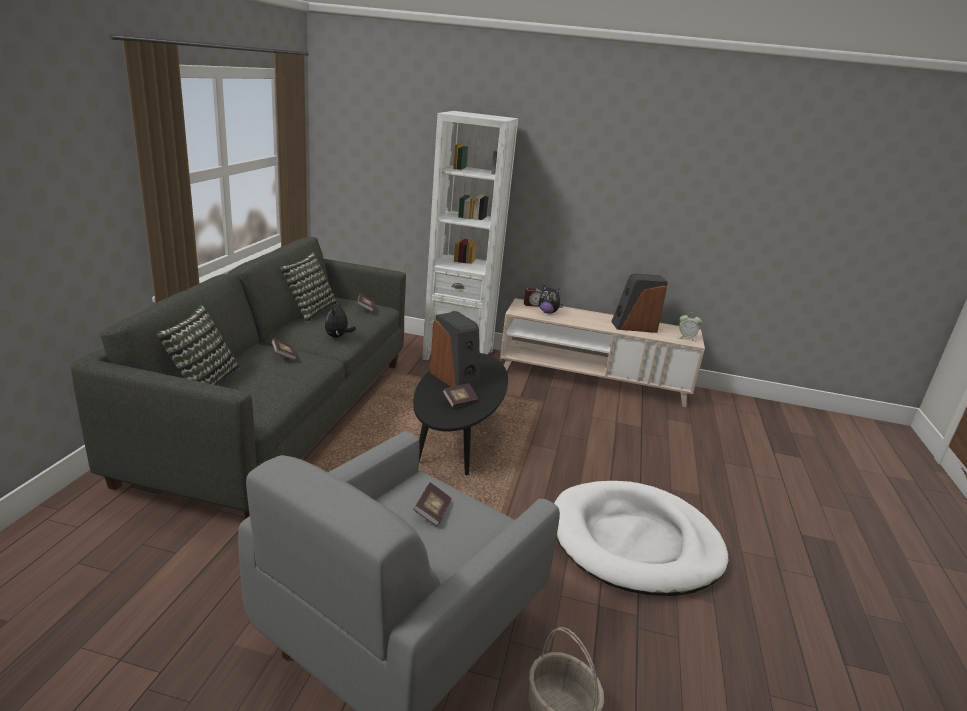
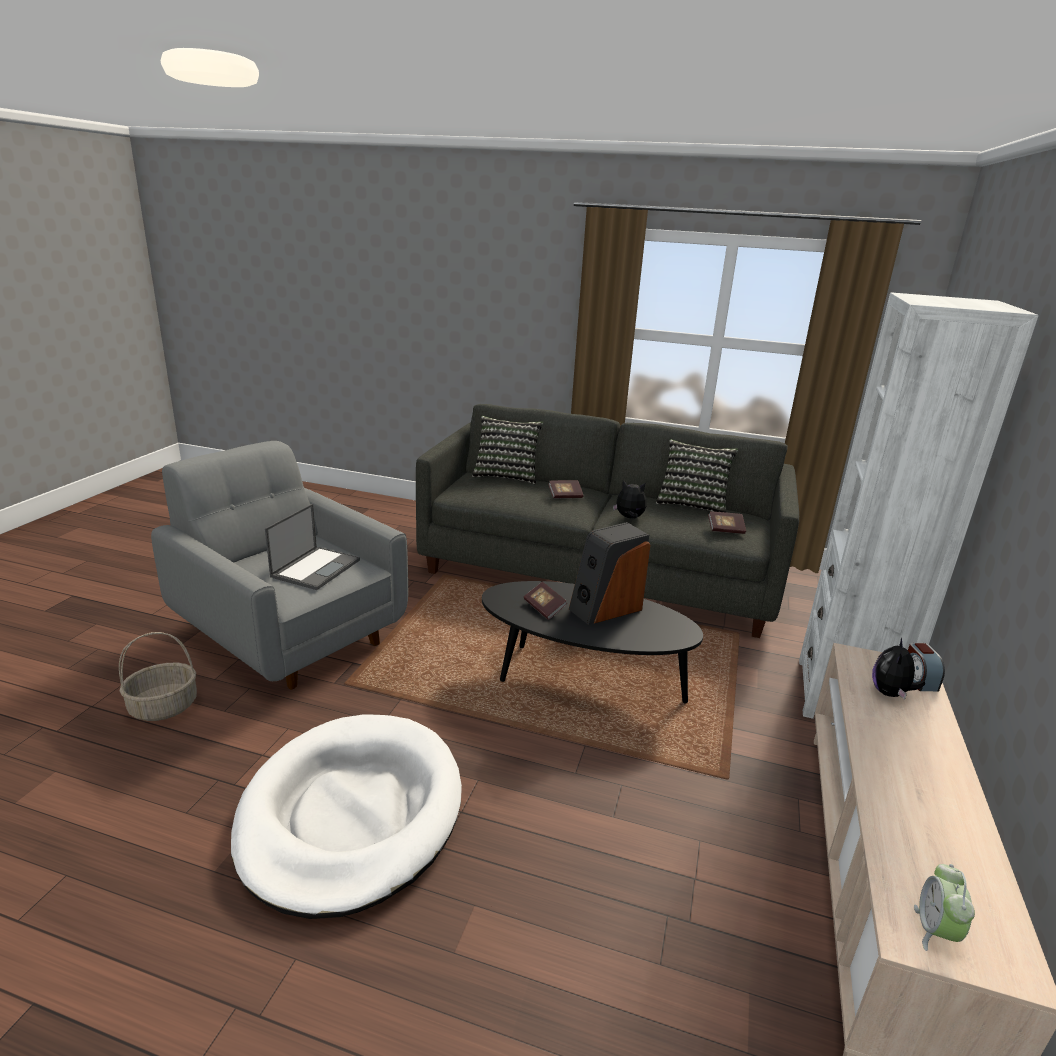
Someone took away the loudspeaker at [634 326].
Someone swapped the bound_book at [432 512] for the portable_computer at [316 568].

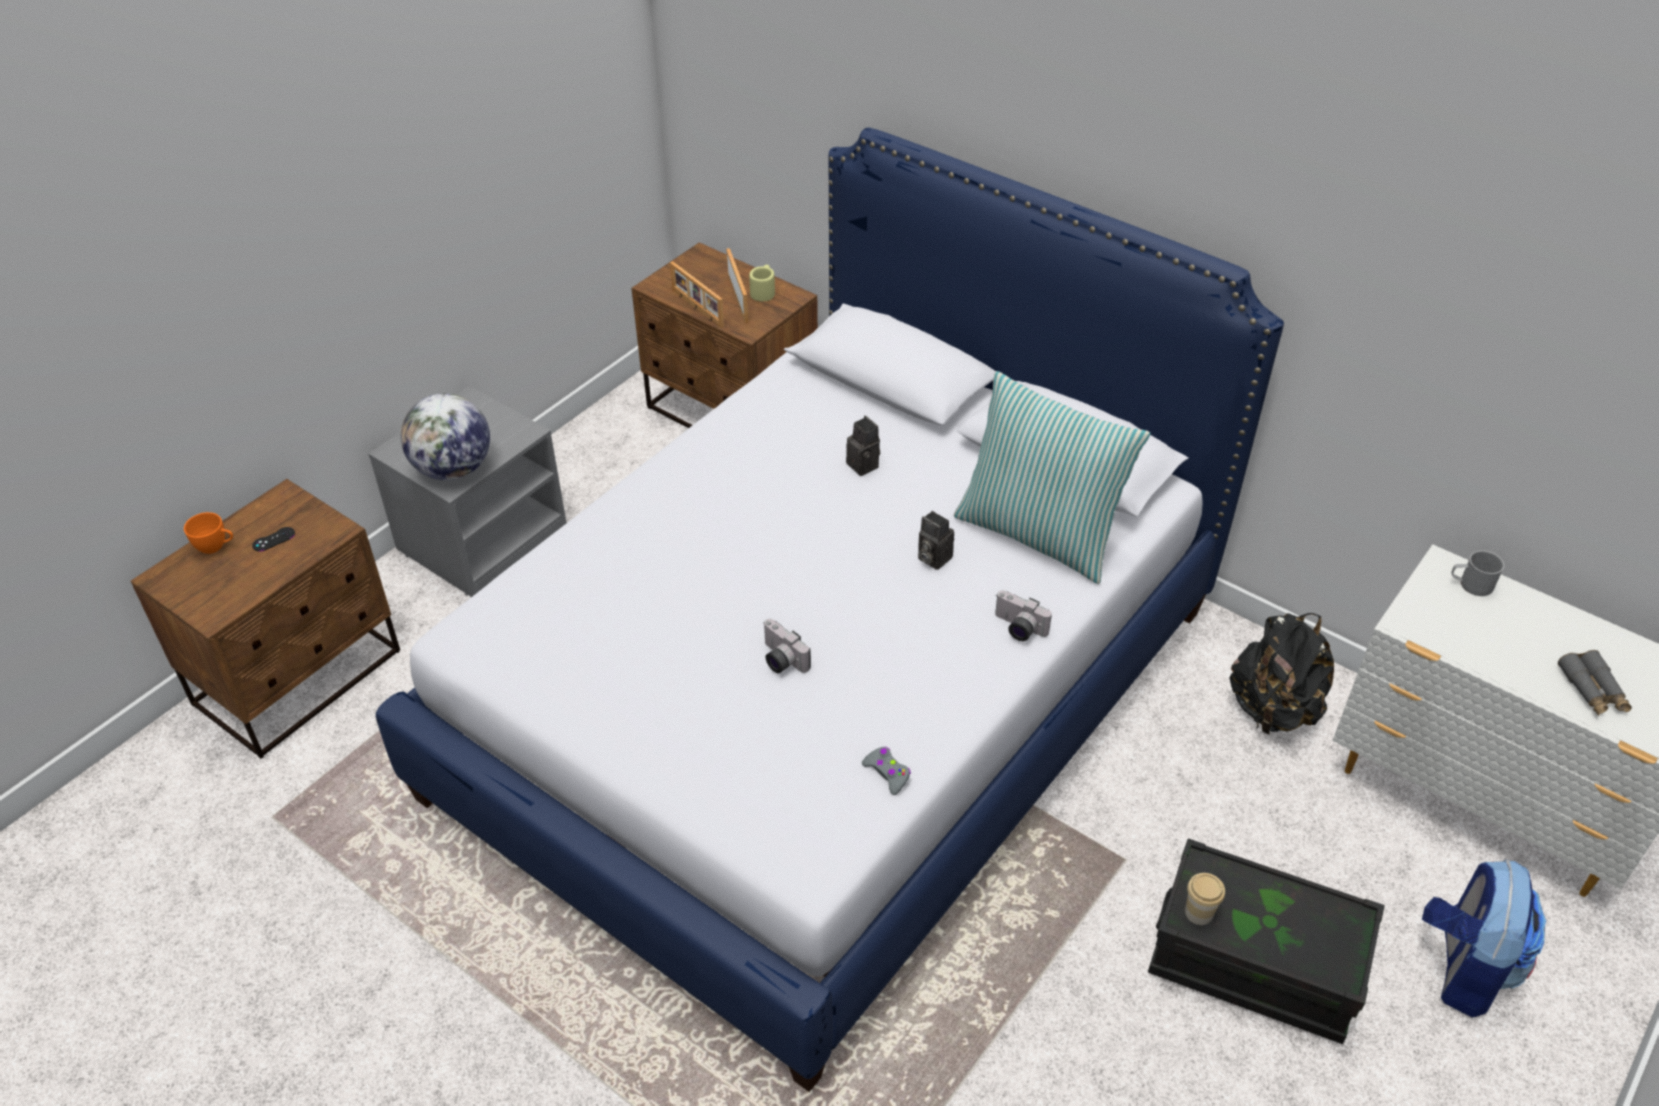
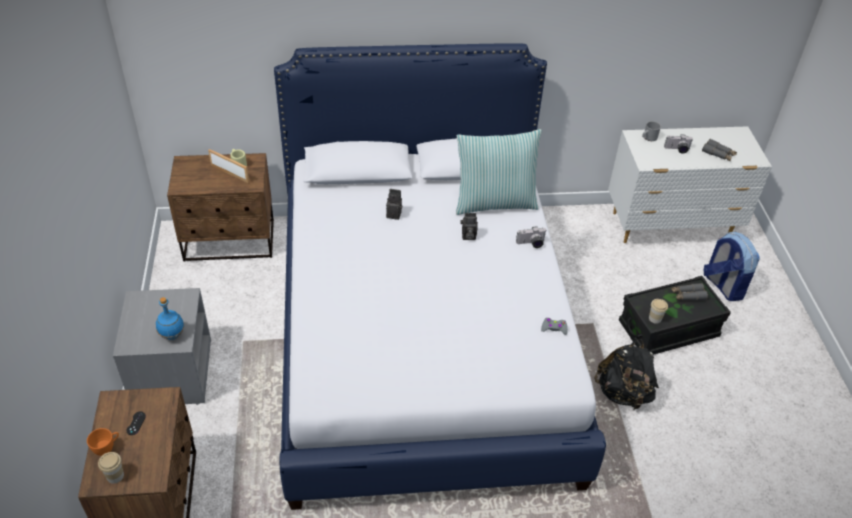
Someone took away the picture_frame at [696 308].
Someone put down the small_cup at [115 476].
Someone put down the grey_field_glasses at [687 295].
Someone carried the photo_camera from [780 660] to [677 150].
Someone carried the blackish_backpack from [1273 709] to [623 393].
Someone swapped the world_globe at [453 469] for the blue-coloured_drink_bottle at [172 335].

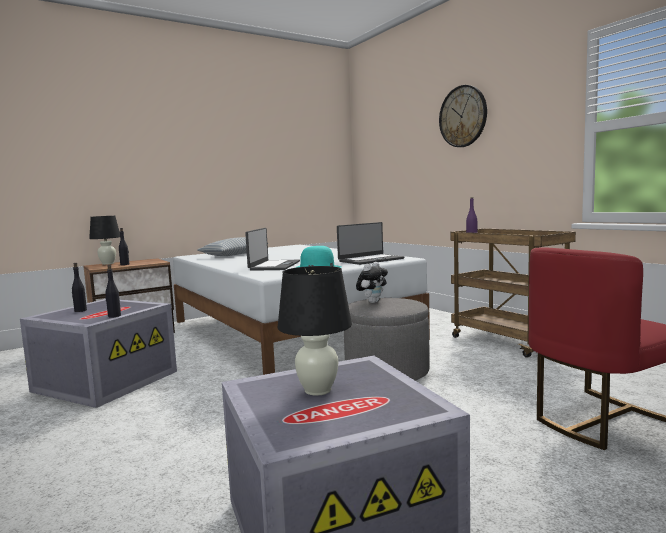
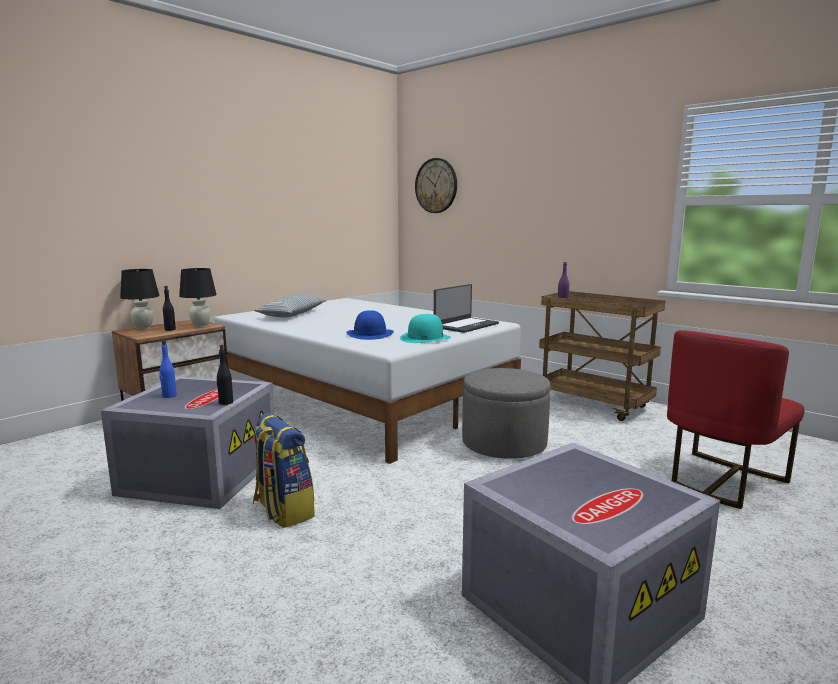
Someone took away the plush_toy at [372 302].
Someone put down the backpack at [282 510].
Someone carried the blackish_lamp_for_a_table from [317 390] to [200 326].
Someone carried the hanging_clock from [463 116] to [436 185].
Someone swapped the portable_computer at [274 266] for the blue-coloured_clothing_hat at [370 334].
Someone repainted the blackish_drink_bottle at [80 310], which became the blue-coloured_drink_bottle at [169 396].

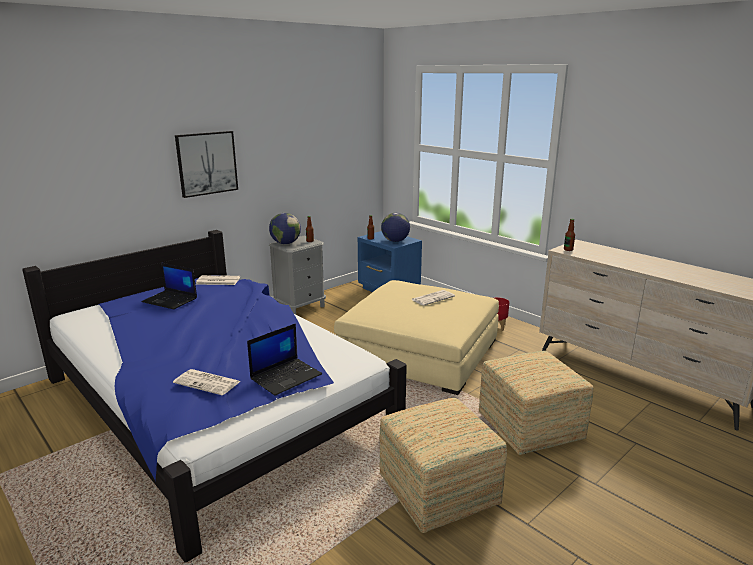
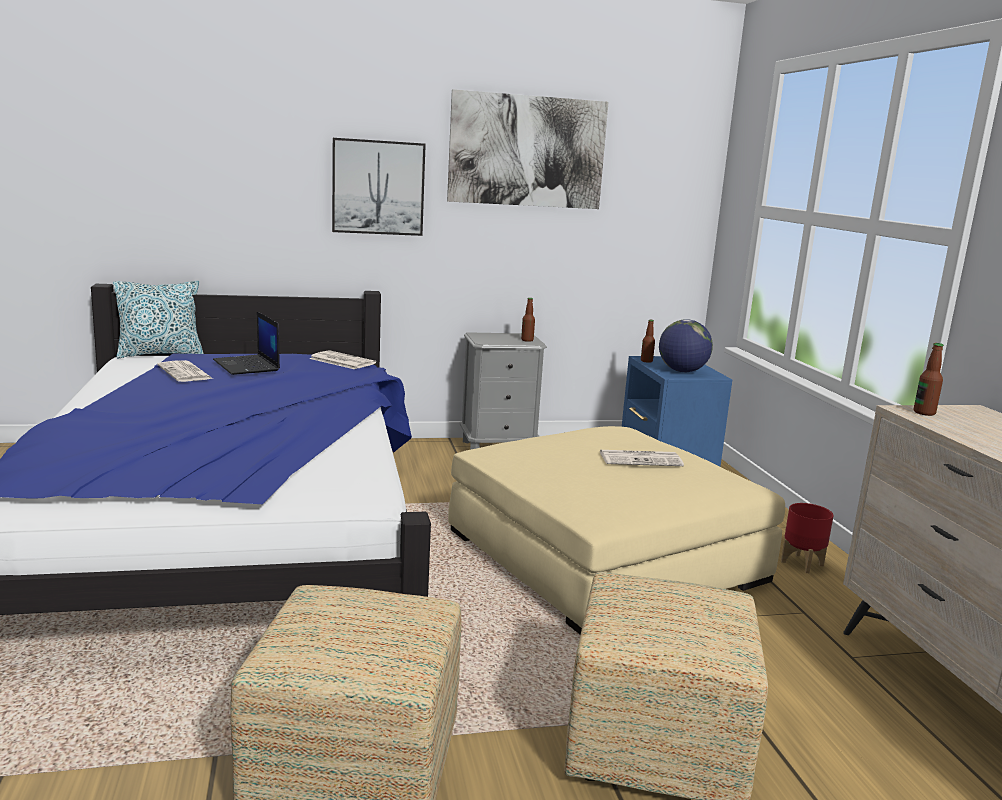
Someone took away the portable_computer at [286 376].
Someone took away the world_globe at [285 243].
Someone put down the cushion at [160 354].
Someone put up the wall_picture at [527 151].
Someone carried the daily_paper from [208 382] to [186 373].

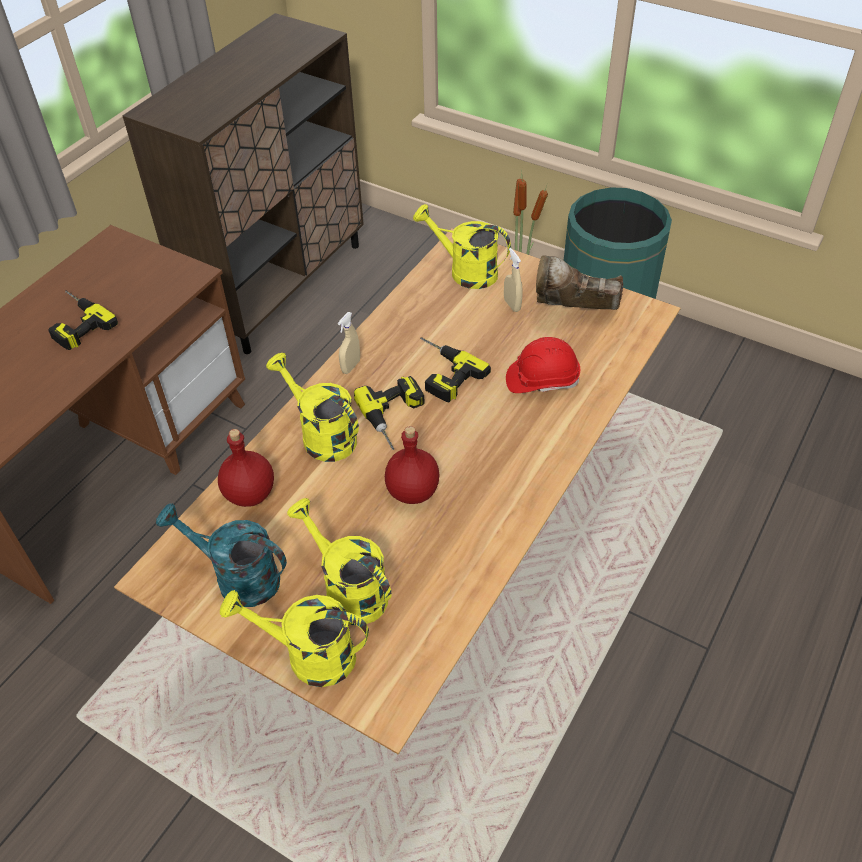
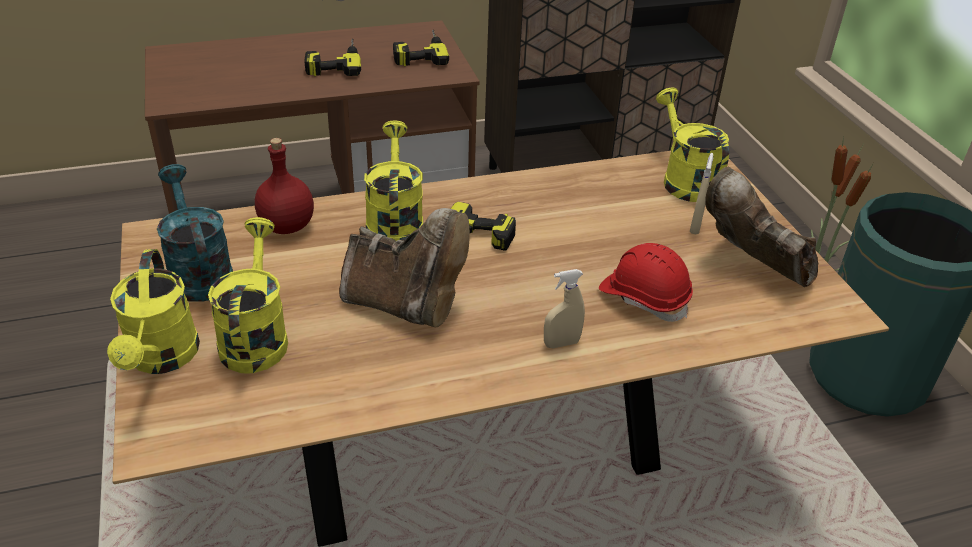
Someone carried the sand-coloured_spray_bottle from [351 366] to [561 343].
Someone carried the drill from [440 372] to [419 52].
Someone swapped the red-coloured_drink_bottle at [413 492] for the brown-coloured_high-top_boot at [406 306].
Someone rotated the yellow_sprinkling_can at [309 656] by 150 degrees counterclockwise.

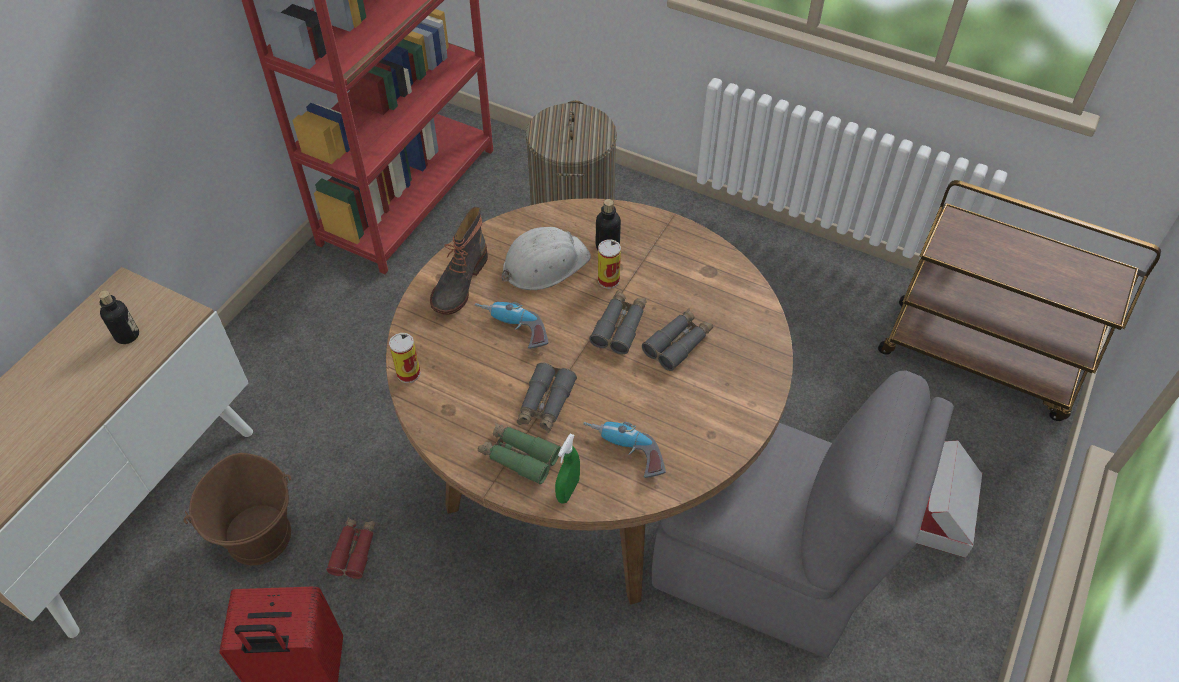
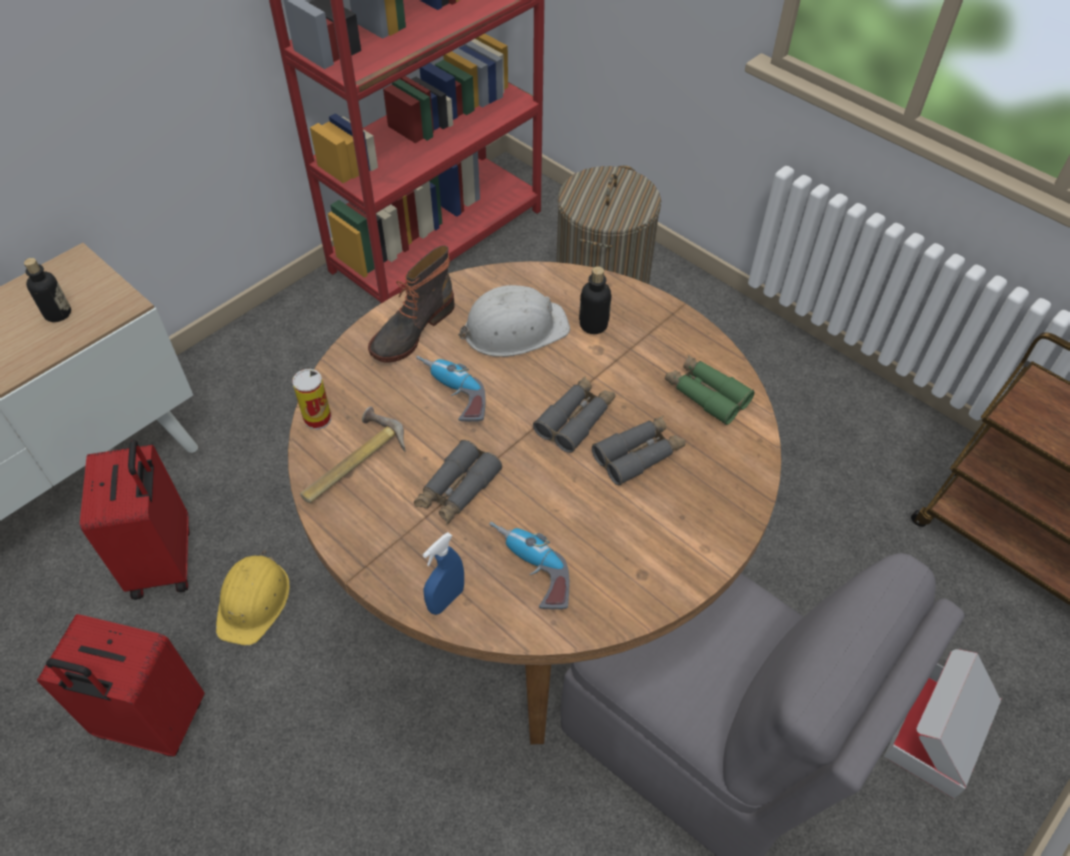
Someone took away the metal_can at [608 280].
Someone put down the hammer at [351 462].
Someone carried the green_field_glasses from [519 456] to [706 394].
Someone swapped the brown-coloured_water_bucket at [260 536] for the red-coloured_travel_case at [165 561].
Someone swapped the red-coloured_field_glasses at [354 550] for the yellow_hard_hat at [254 601].
Someone repainted the green_spray_bottle at [568 490], which became the blue-coloured_spray_bottle at [446 600].

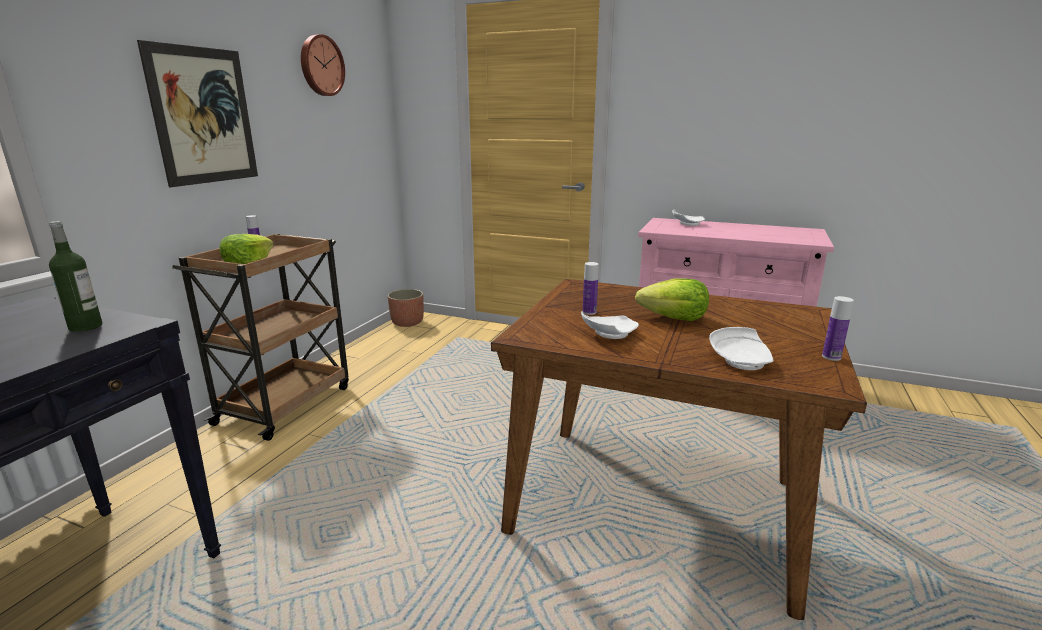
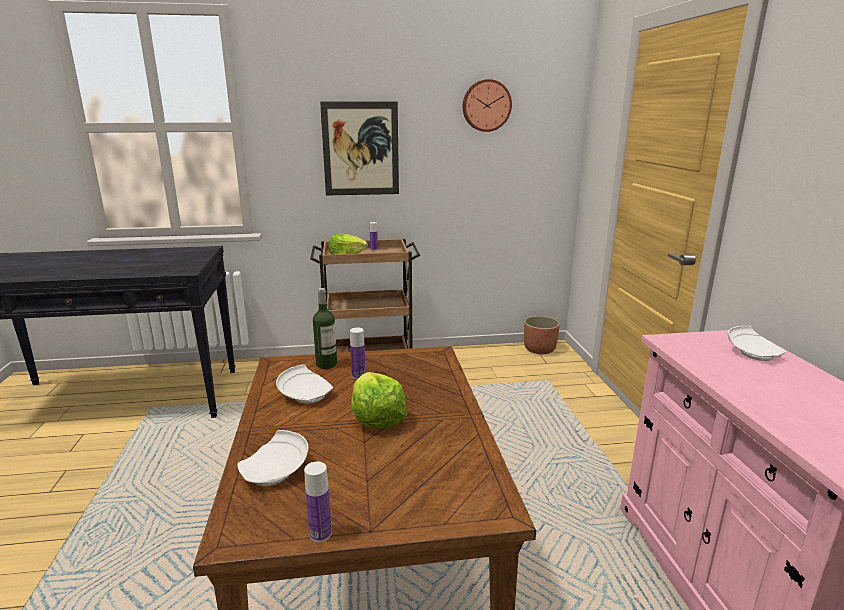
Someone carried the drink_bottle from [85 327] to [326 364].

